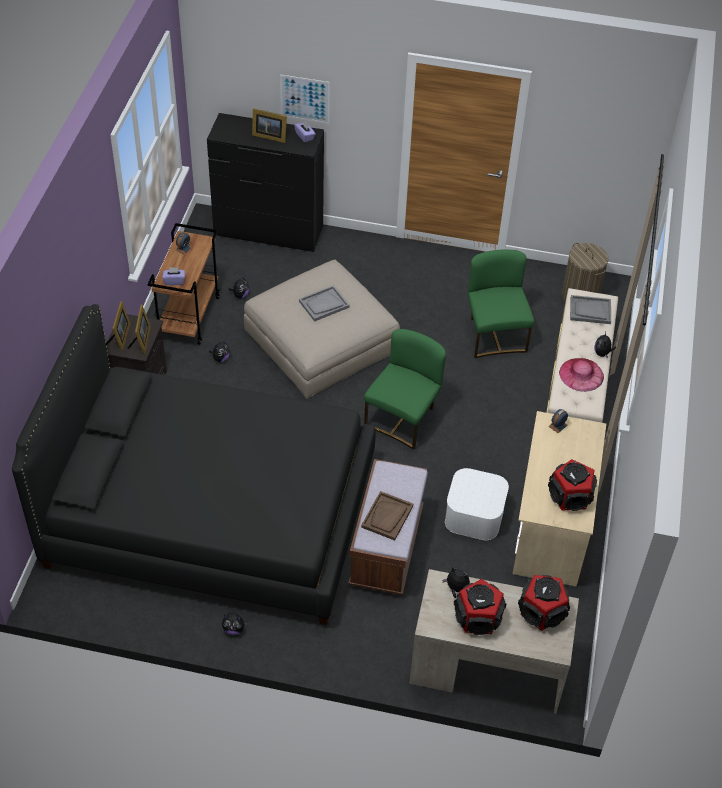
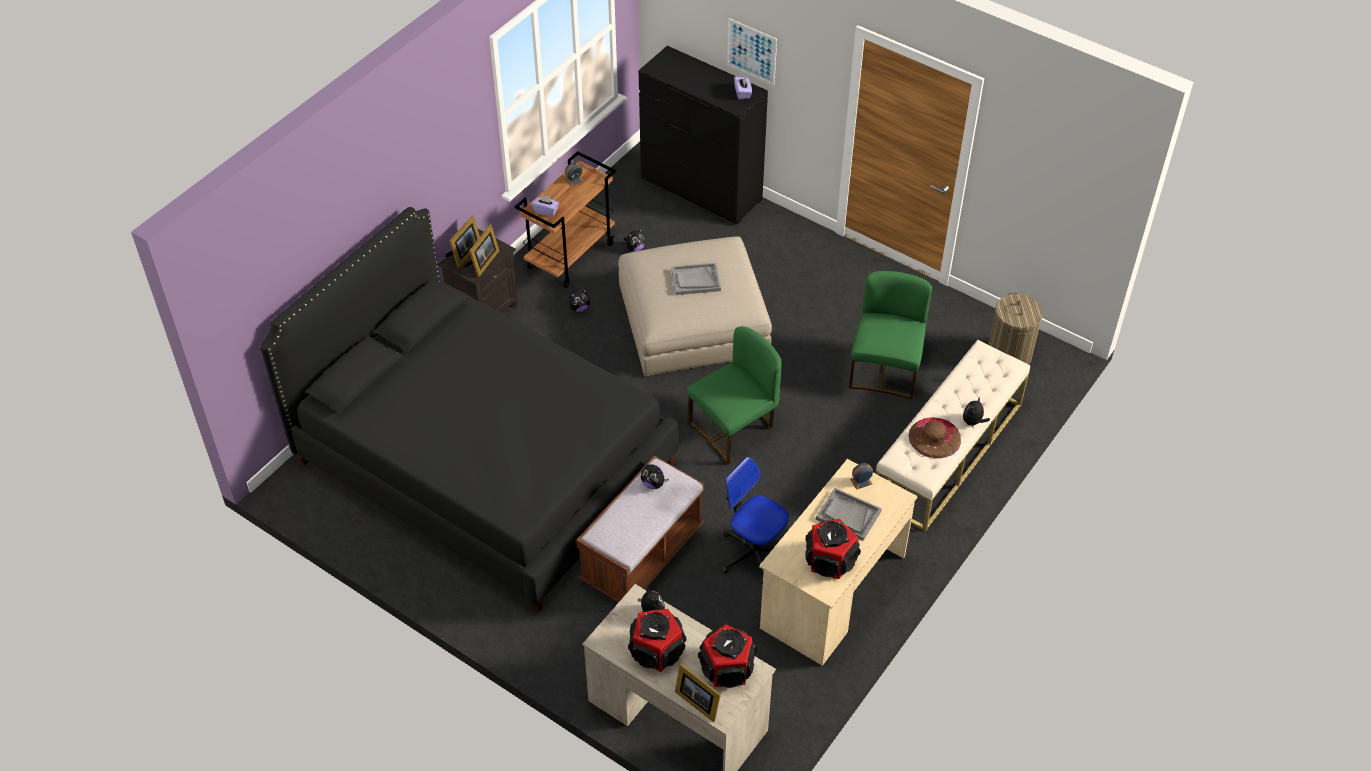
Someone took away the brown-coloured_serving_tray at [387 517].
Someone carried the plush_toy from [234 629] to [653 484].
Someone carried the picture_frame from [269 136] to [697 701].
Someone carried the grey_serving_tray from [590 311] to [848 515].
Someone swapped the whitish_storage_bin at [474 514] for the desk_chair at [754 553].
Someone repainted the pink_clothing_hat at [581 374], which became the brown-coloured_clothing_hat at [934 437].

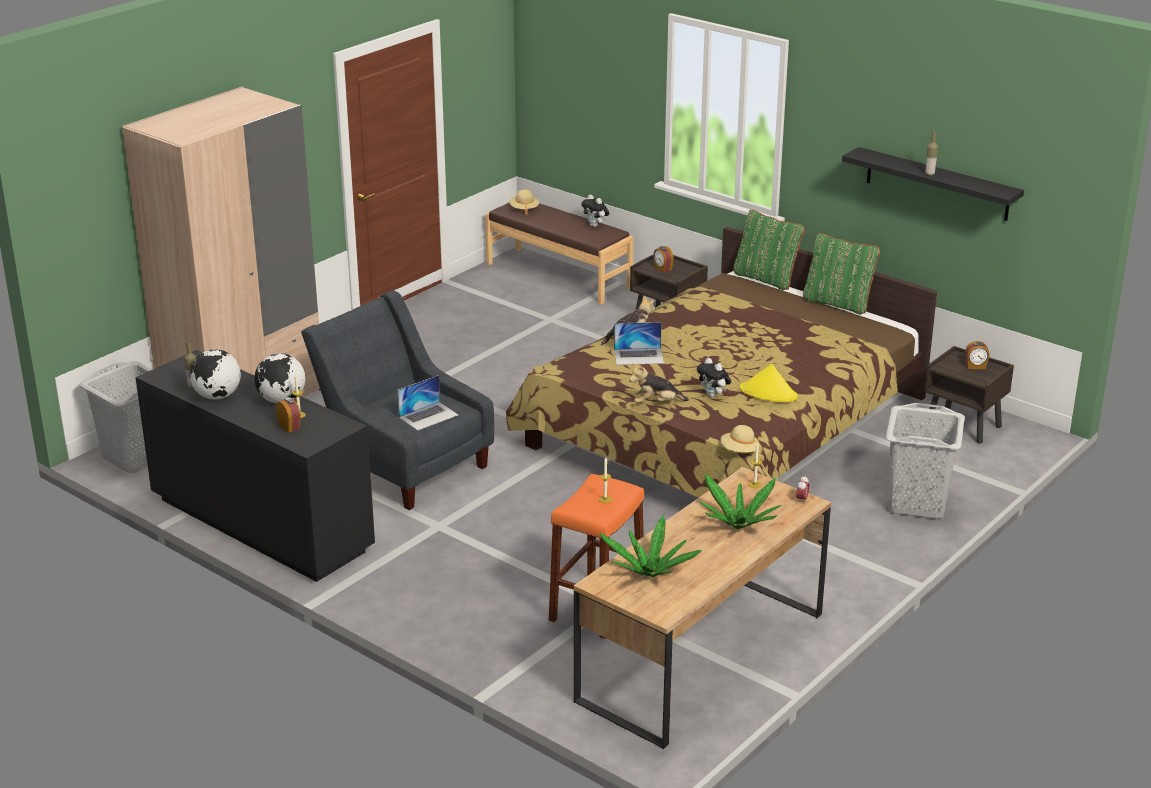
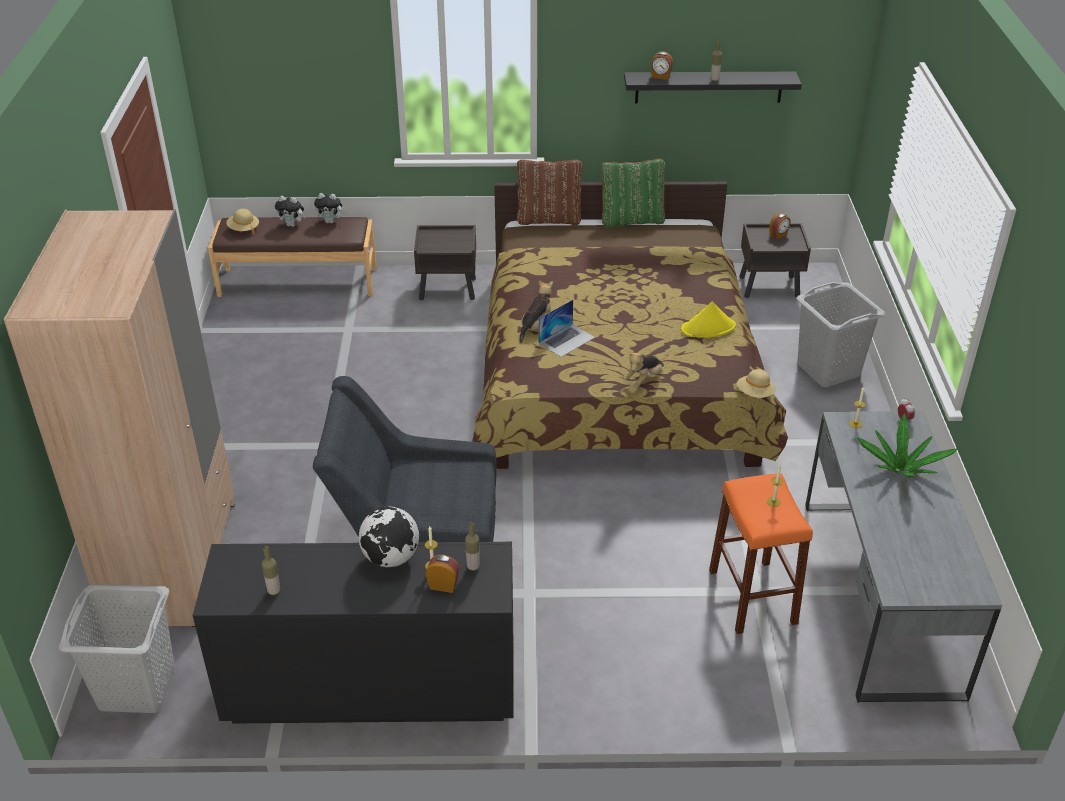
Someone took away the world_globe at [217 396].
Someone took away the portable_computer at [428 416].
Someone took away the potted_plant at [649 573].
Someone put down the drink_bottle at [473 567].
Someone carried the alarm_clock from [662 269] to [660 76].
Someone carried the plush_toy from [713 395] to [292 225].
Someone repainted the brown-coloured_desk_unit at [701 656], which became the grey_desk_unit at [879 595].
Someone repainted the green_cushion at [766 279], which became the brown-coloured_cushion at [549 219].

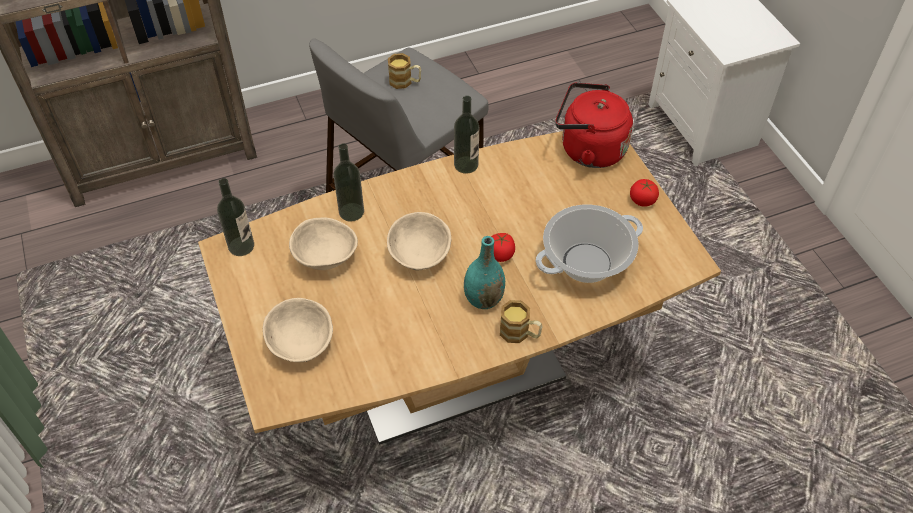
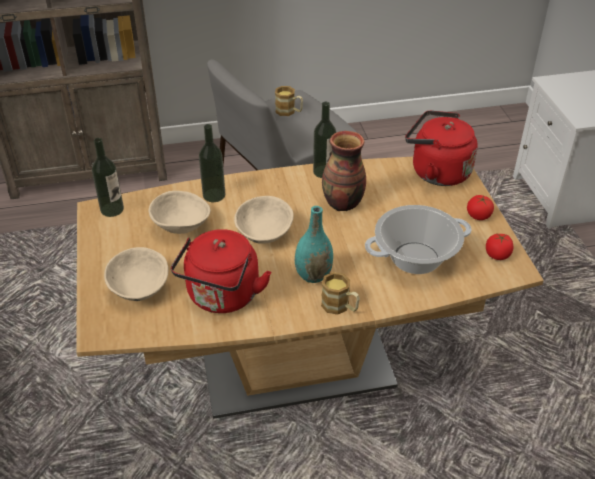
Someone put down the red-coloured_kettle at [222 297].
Someone put down the decorative_vase at [342 203].
Someone carried the whole_tomato from [500 254] to [497 255].

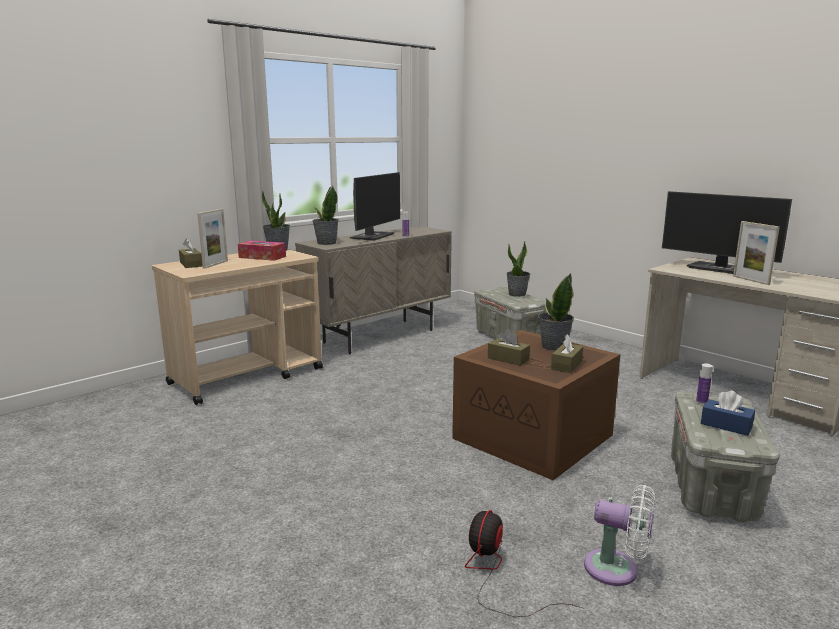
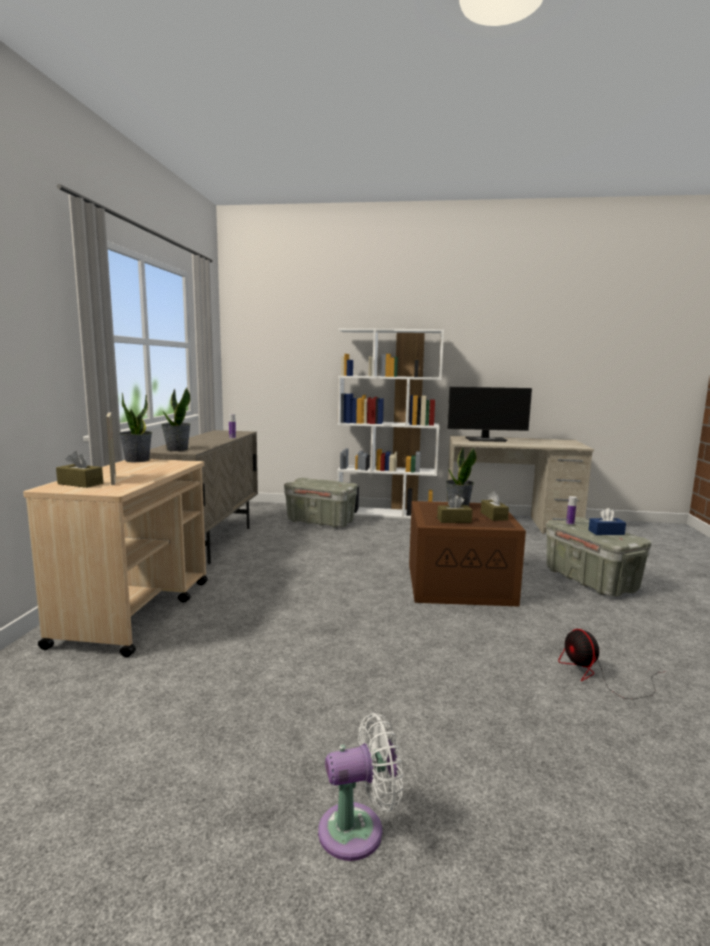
Someone took away the box_of_tissues at [262 257].
Someone took away the computer_screen at [372 236].
Someone took away the potted_plant at [517 294].
Someone took away the picture_frame at [751 280].
Someone put down the whitish_bookshelf at [386 513].
Someone carried the whitish_cooling_fan from [617 570] to [358 830].

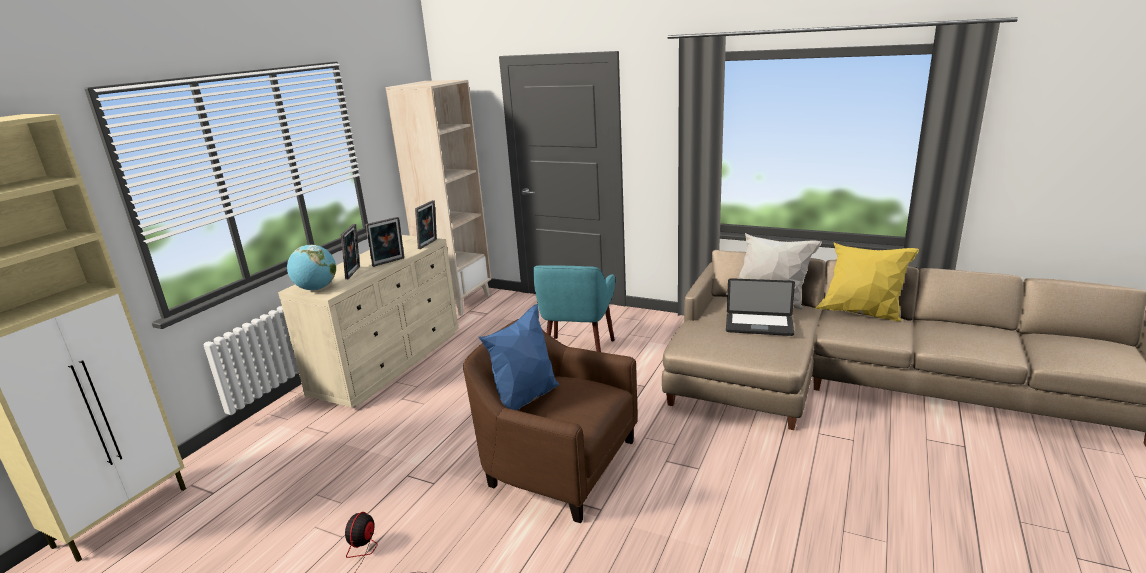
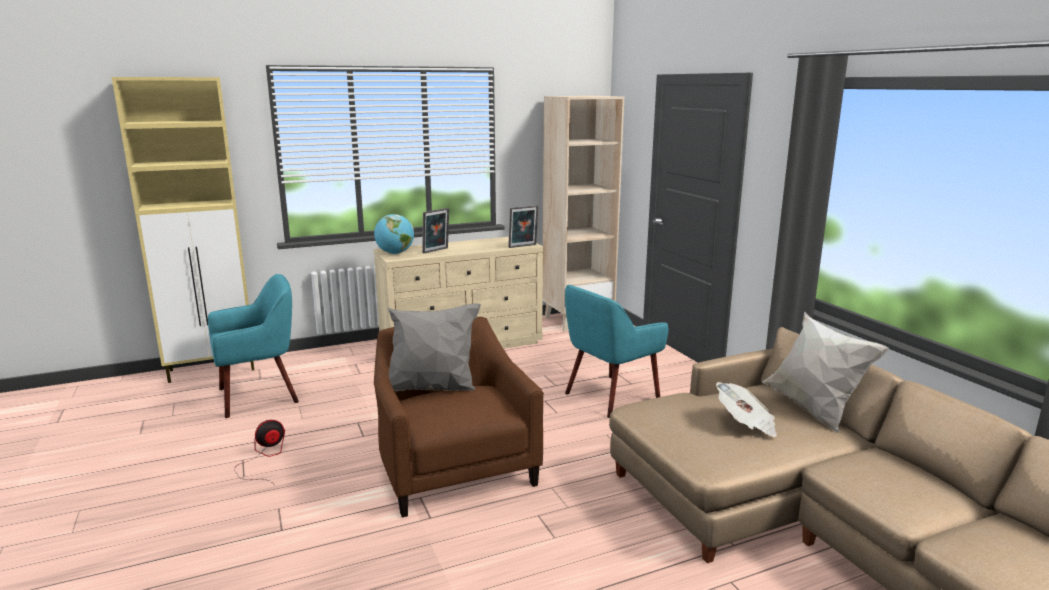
Someone took away the picture_frame at [389 262].
Someone took away the yellow_cushion at [861 314].
Someone put down the turquoise_easy_chair at [259 395].
Someone swapped the portable_computer at [759 325] for the daily_paper at [746 424].
Someone repainted the blue-coloured_cushion at [525 400], which became the grey_cushion at [432 389].

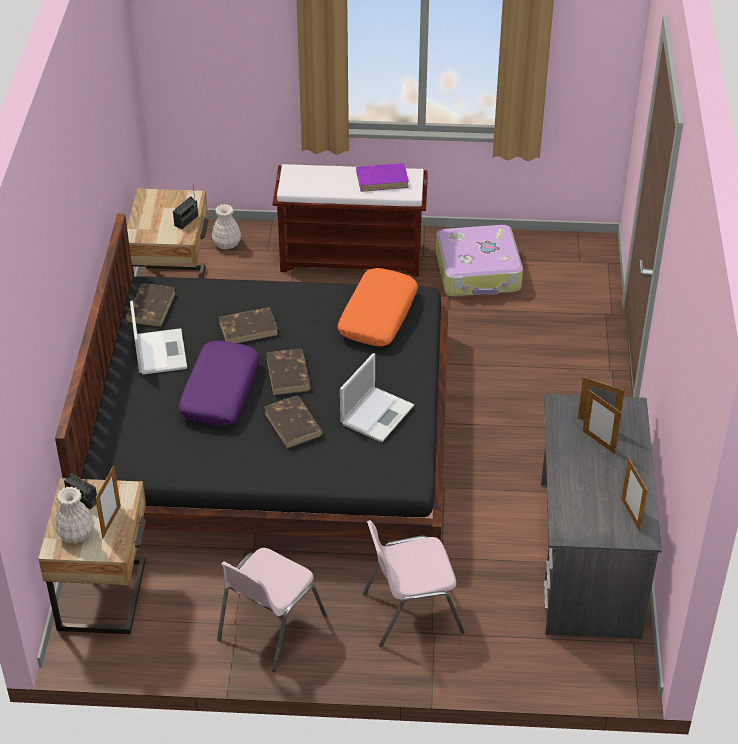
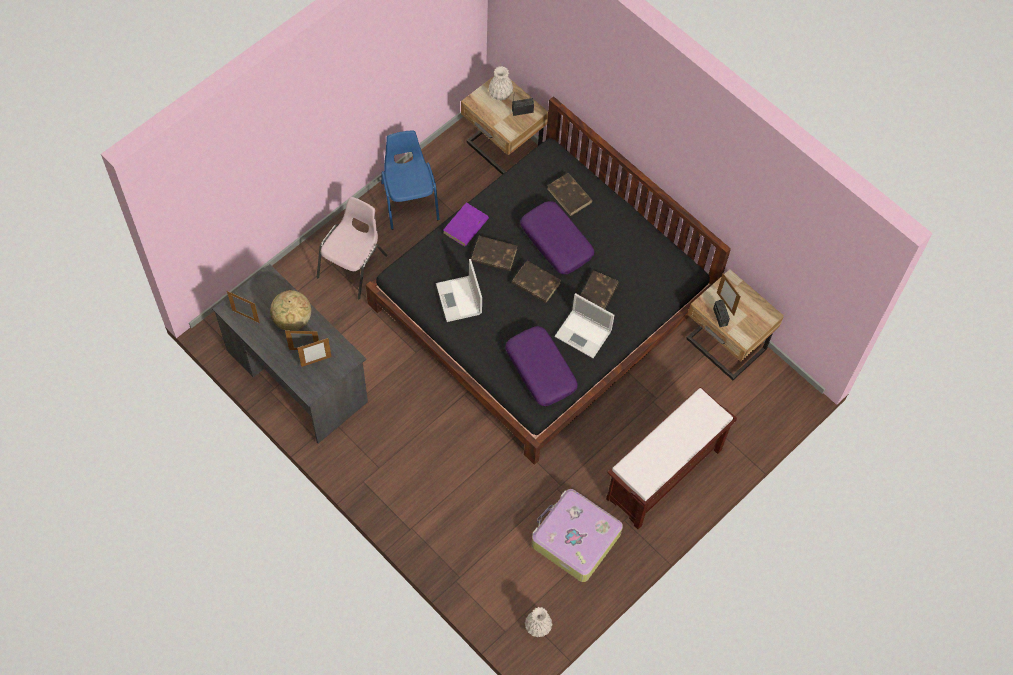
Someone put down the world_globe at [292 320].
Someone carried the picture_frame from [111 522] to [725 304].
Someone carried the brown-coloured_bound_book from [151 307] to [570 196].
Someone carried the portable_computer from [160 351] to [584 334].
Someone carried the whitish_decorative_vase from [226 244] to [538 626].
Someone carried the purple_bound_book from [382 179] to [465 226].
Someone repainted the pink_chair at [269 628], which became the blue-coloured_chair at [409 200].
Someone repainted the orangey_cushion at [377 315], which became the purple_cushion at [541 370].

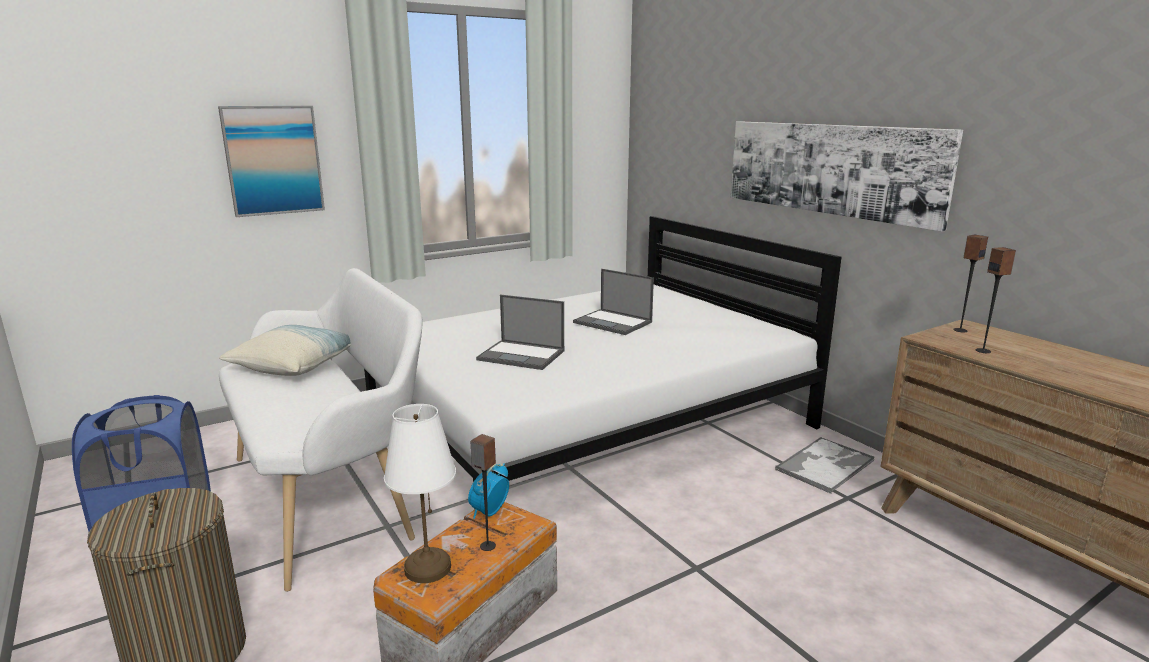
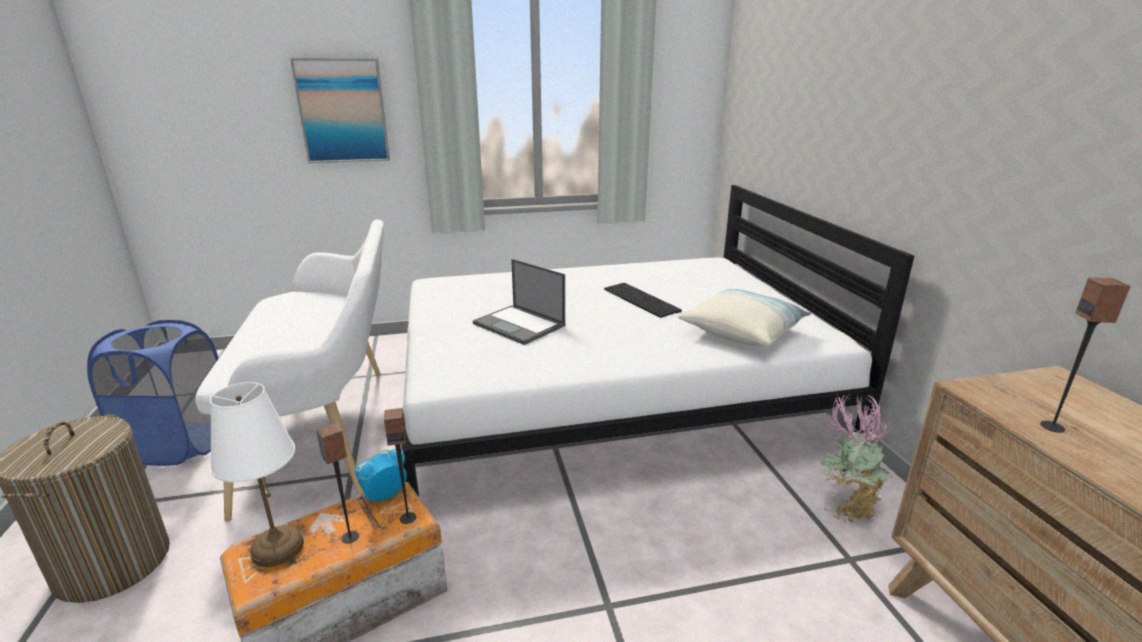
Someone took away the wall_picture at [830 169].
Someone carried the cushion from [295 365] to [742 332].
Someone carried the loudspeaker from [960 330] to [408 518].
Someone swapped the portable_computer at [613 322] for the computer_keyboard at [643 299].
Someone swapped the serving_tray at [825 465] for the potted_plant at [845 507].

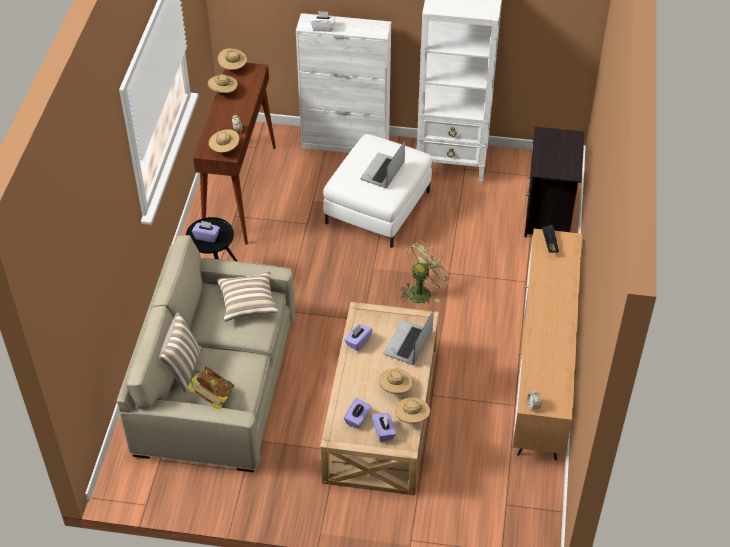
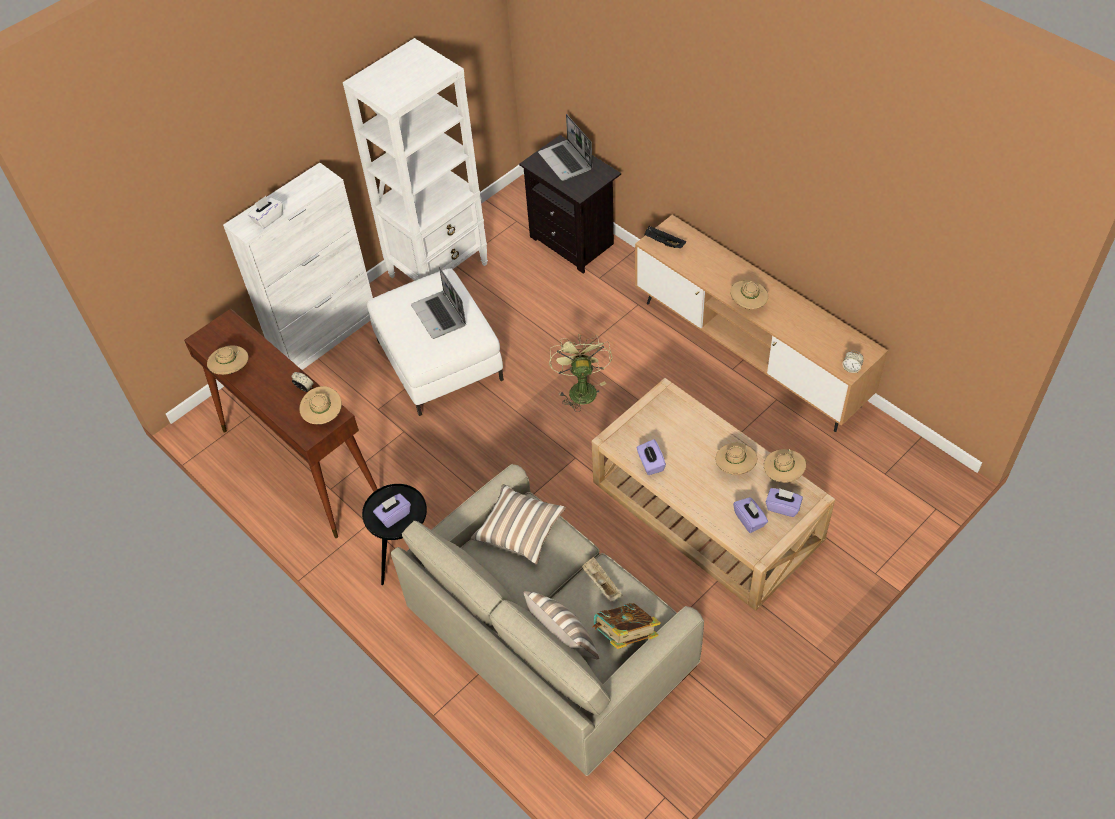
Someone put down the sand-coloured_serving_tray at [601 584].
Someone carried the sand-coloured_clothing_hat from [233 68] to [748 304].
Someone carried the portable_computer from [408 344] to [566 161].

